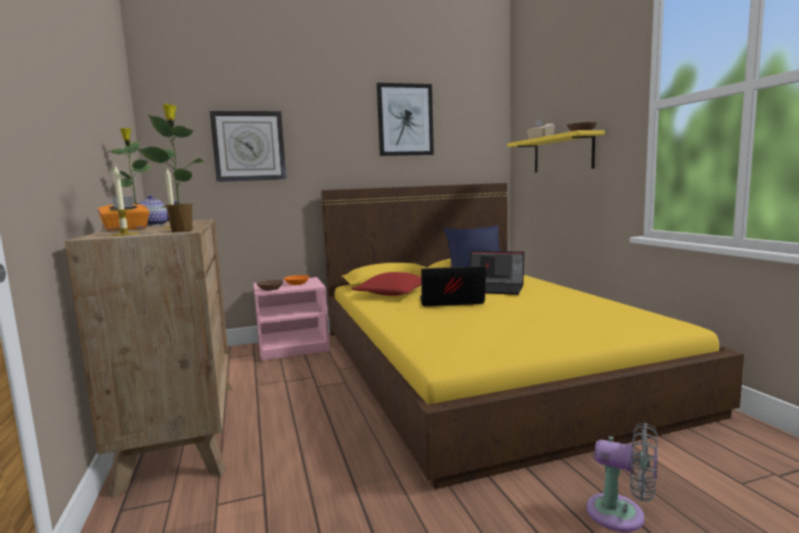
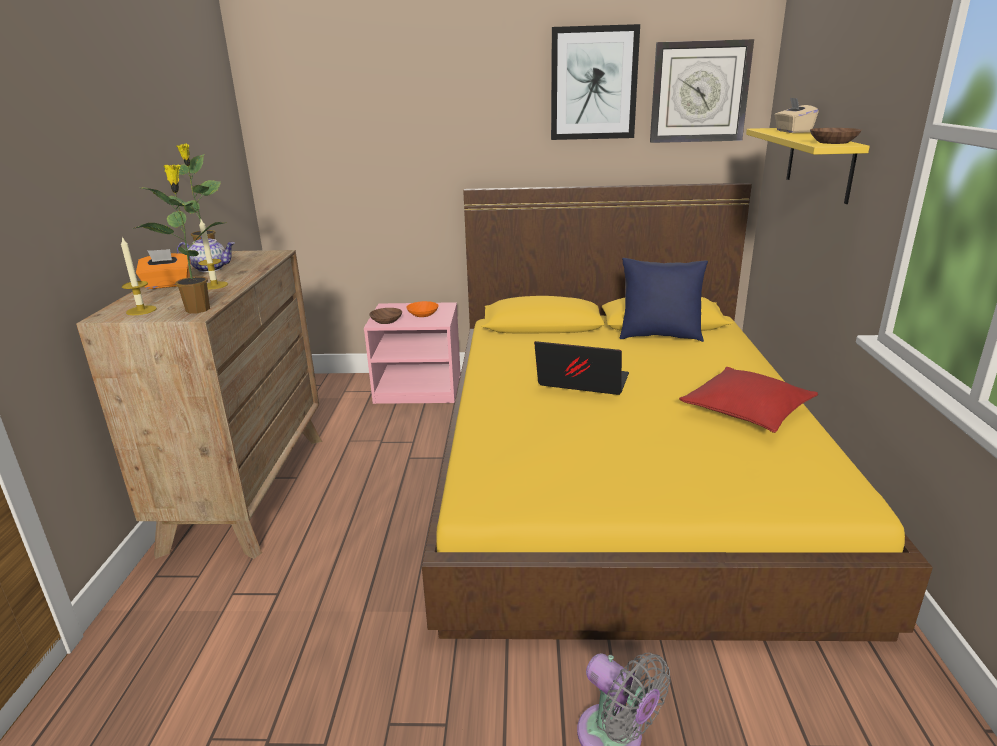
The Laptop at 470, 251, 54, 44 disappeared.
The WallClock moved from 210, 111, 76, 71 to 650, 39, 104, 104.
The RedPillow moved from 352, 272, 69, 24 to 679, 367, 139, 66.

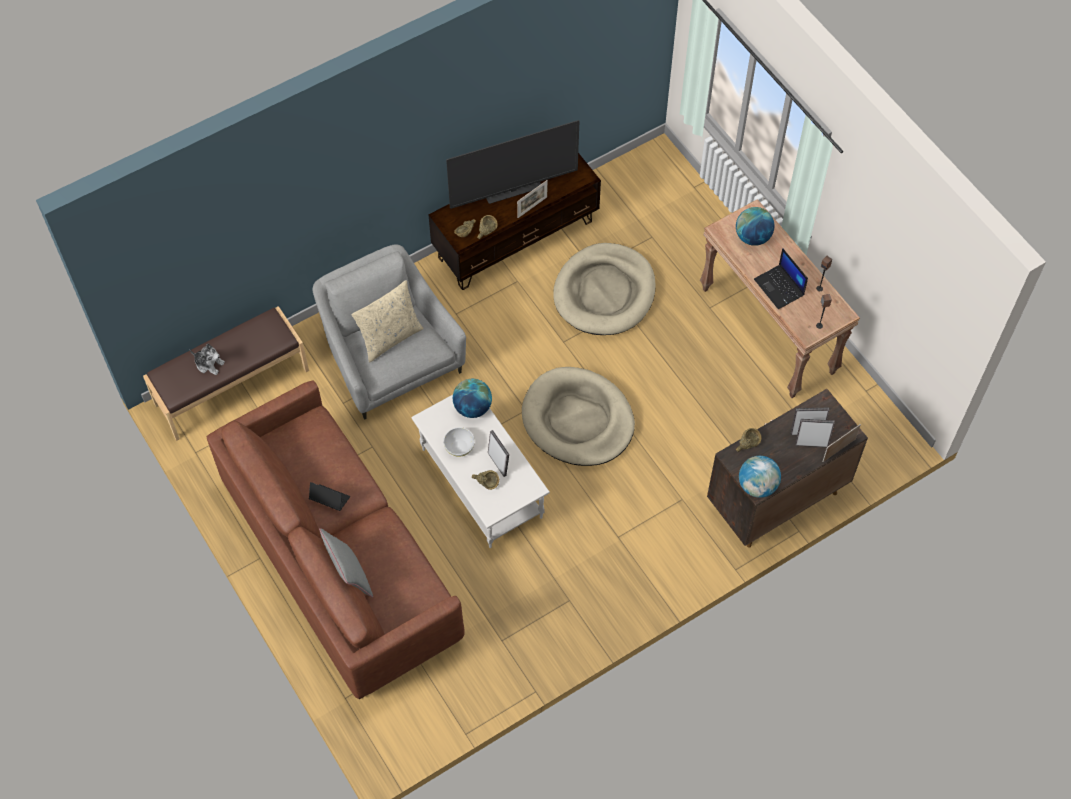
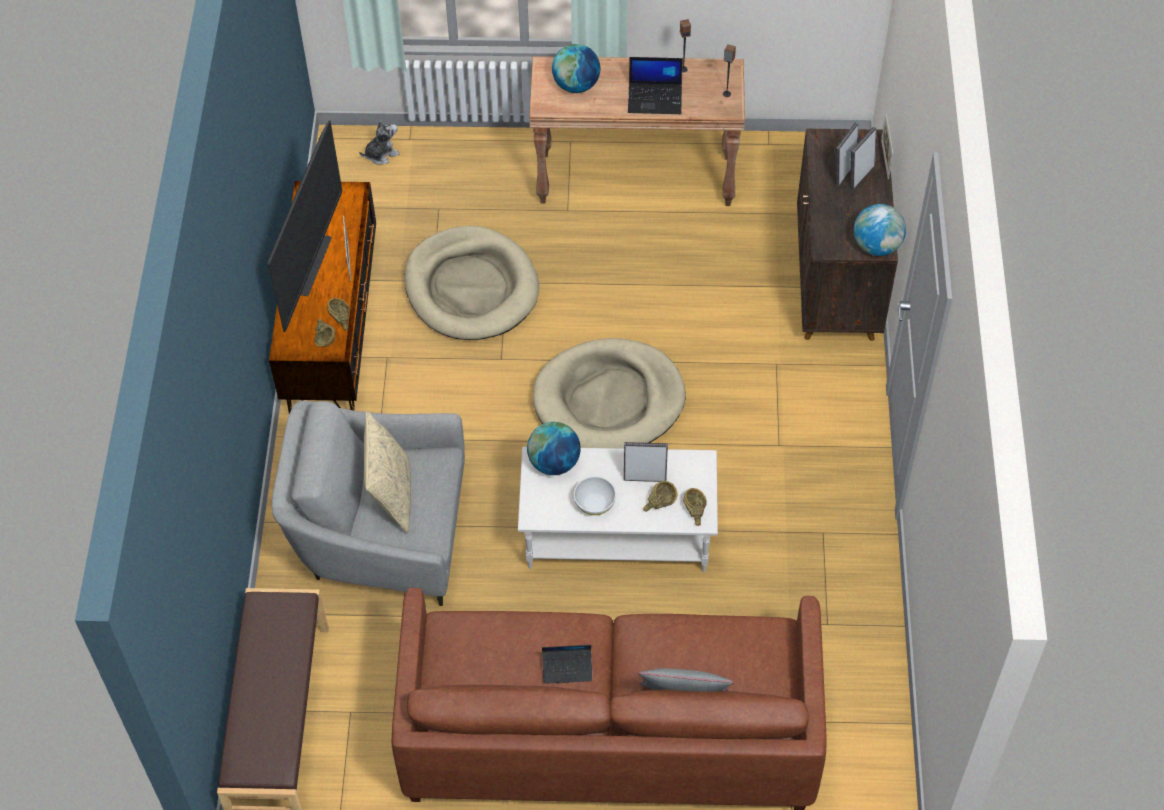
The PlushToy moved from 189, 344, 36, 31 to 359, 121, 41, 44.
The BrownBowl moved from 736, 428, 25, 24 to 683, 488, 24, 38.
The Laptop at 309, 482, 41, 29 turned 150 degrees counterclockwise.

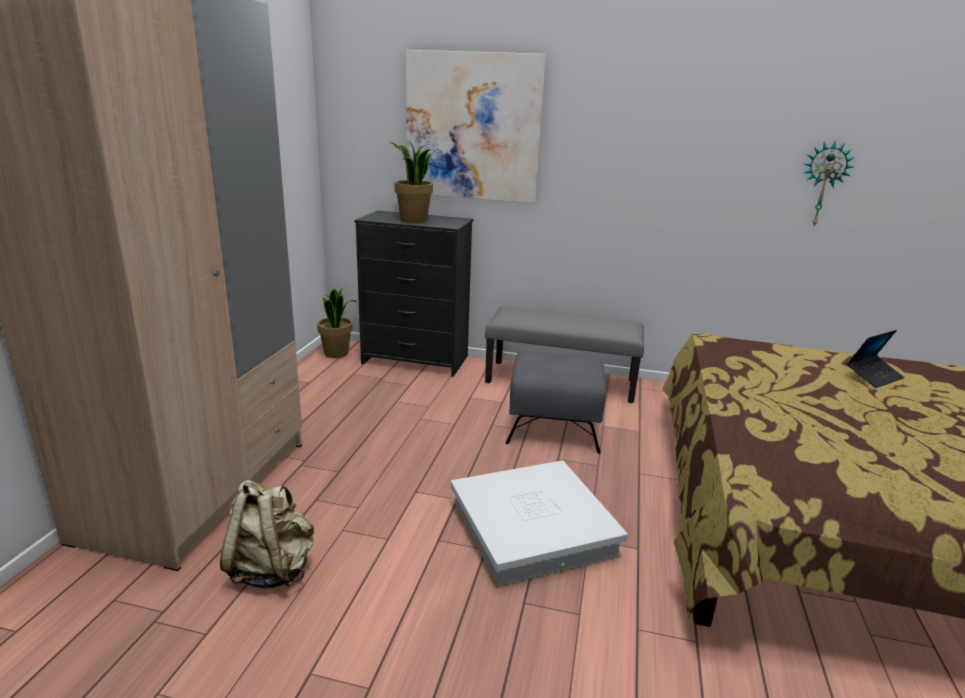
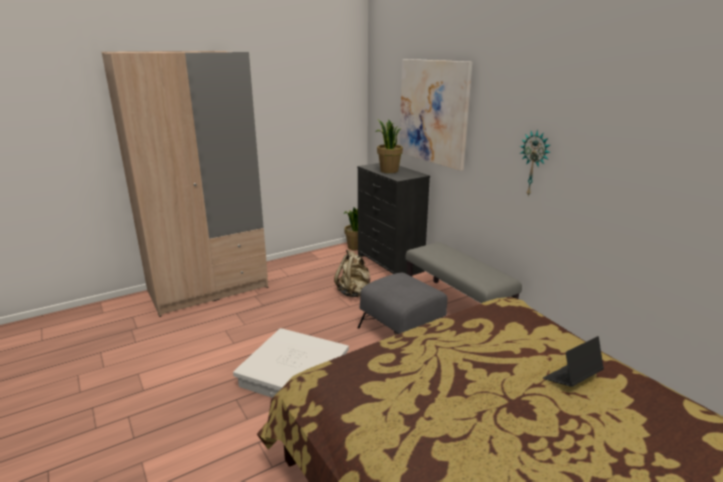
The BeigeBackpack moved from 220, 480, 94, 108 to 334, 249, 37, 48.
The WallClock moved from 804, 141, 51, 85 to 520, 130, 31, 66.
The Laptop at 846, 330, 59, 58 turned 135 degrees clockwise.

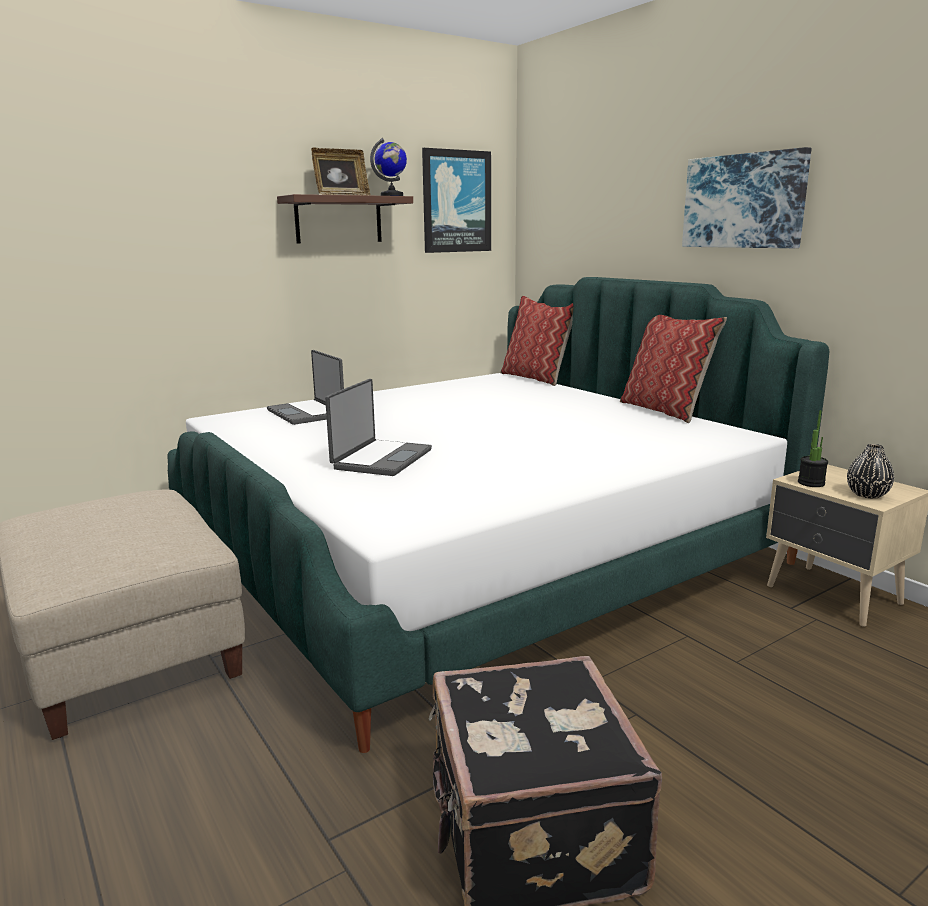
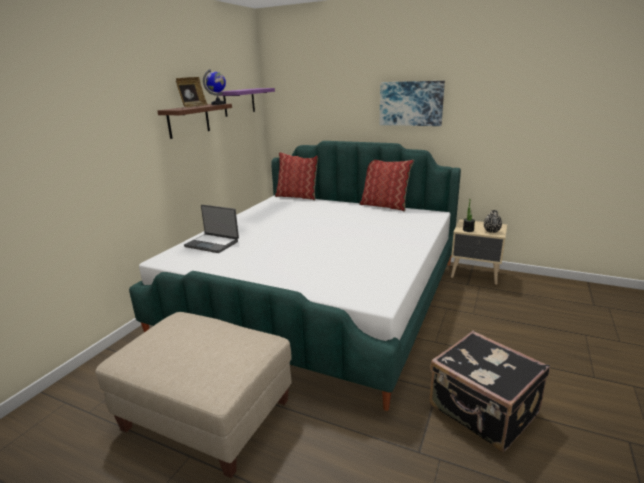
The Laptop at 325, 379, 107, 97 disappeared.
The Picture at 422, 148, 69, 105 was replaced by the PurpleShelf at 217, 88, 58, 29.

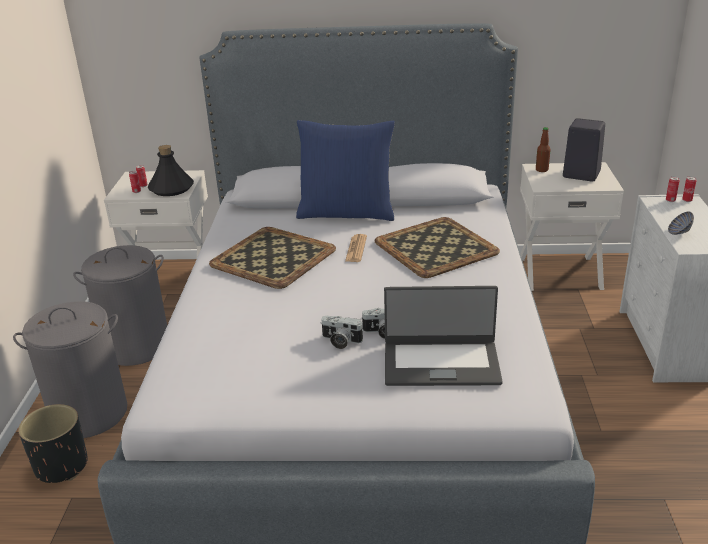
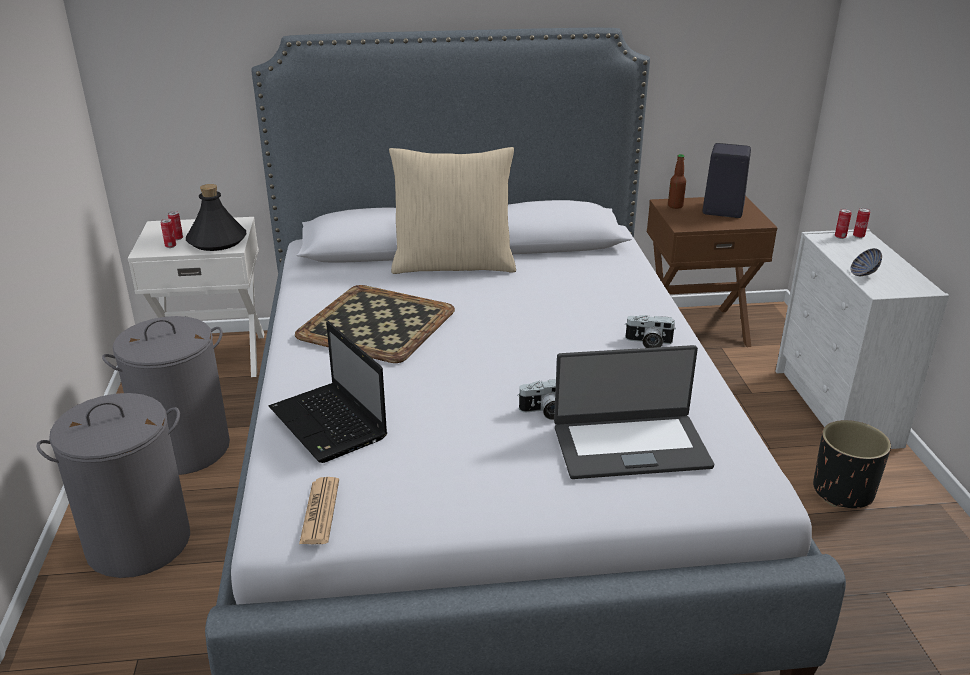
The Tray at 375, 217, 125, 61 disappeared.
The Laptop at 269, 321, 118, 142 appeared.
The BlackPlanter moved from 18, 404, 70, 79 to 813, 420, 78, 88.
The PhotoCamera moved from 321, 316, 42, 33 to 625, 315, 50, 33.
The Newspaper moved from 345, 234, 22, 28 to 299, 477, 40, 67.
The BluePillow at 296, 120, 99, 101 became the BeigePillow at 389, 147, 127, 127.
The WhiteNightstand at 520, 162, 104, 129 became the BrownNightstand at 647, 195, 131, 152.

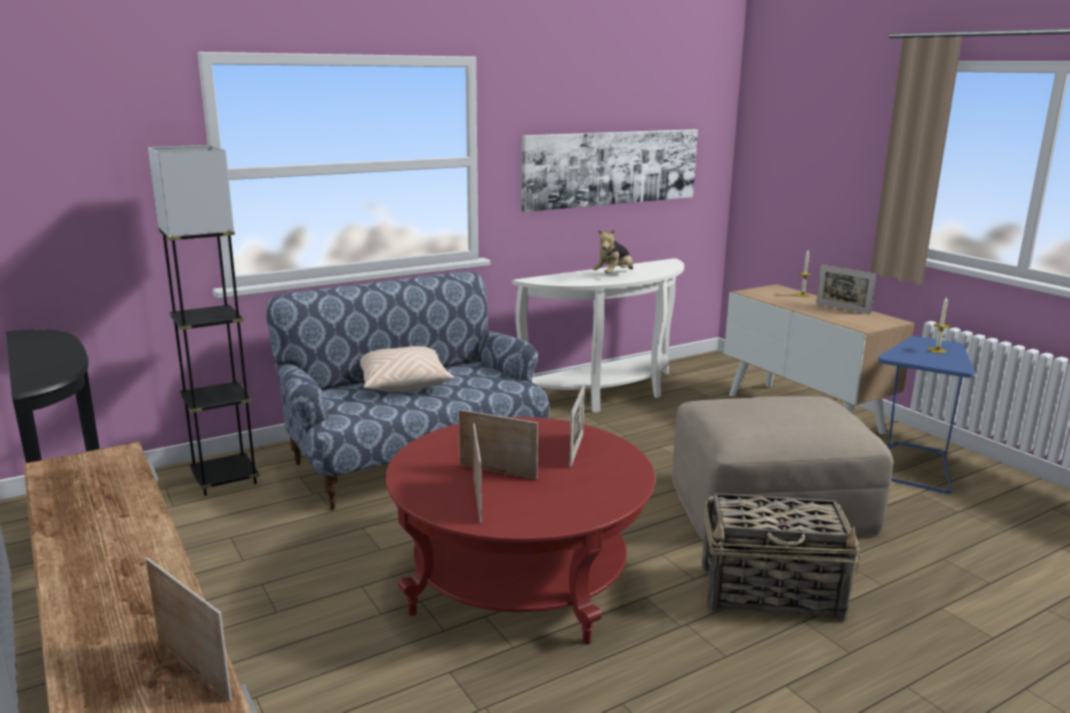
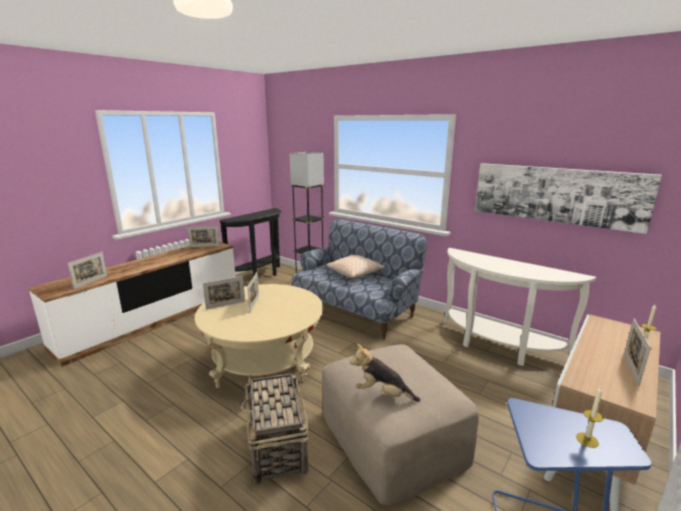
The PictureFrame moved from 569, 383, 16, 85 to 187, 226, 33, 21.
The PlushToy moved from 593, 229, 40, 45 to 350, 344, 70, 58.
The RedCoffeeTable at 386, 417, 269, 227 became the BeigeCoffeeTable at 194, 284, 129, 104.

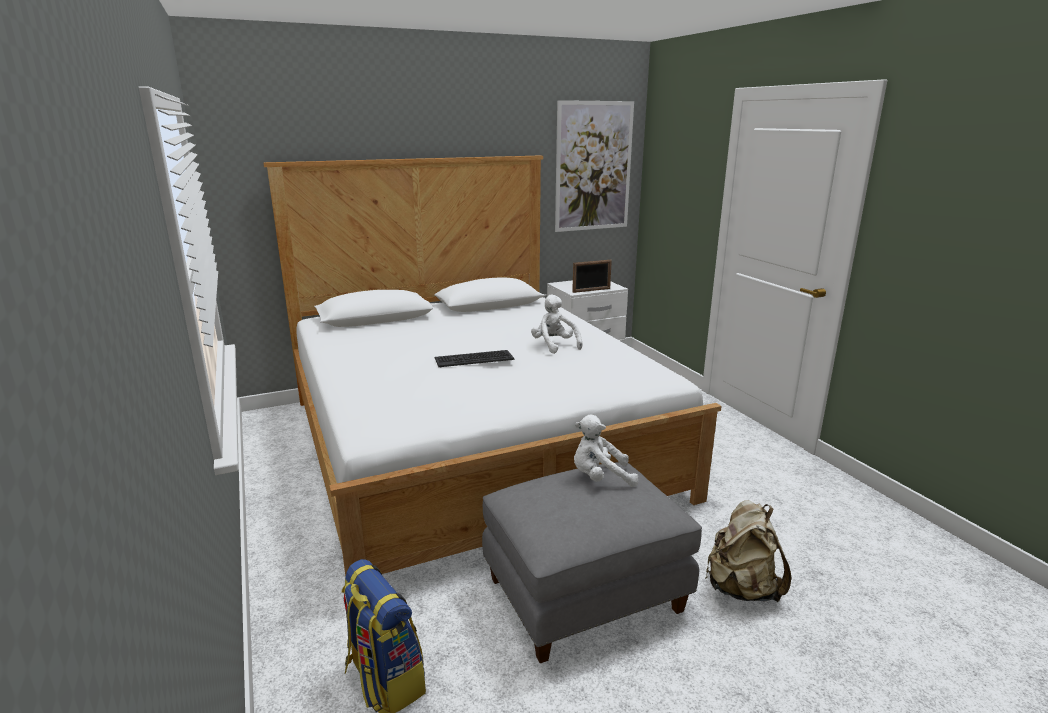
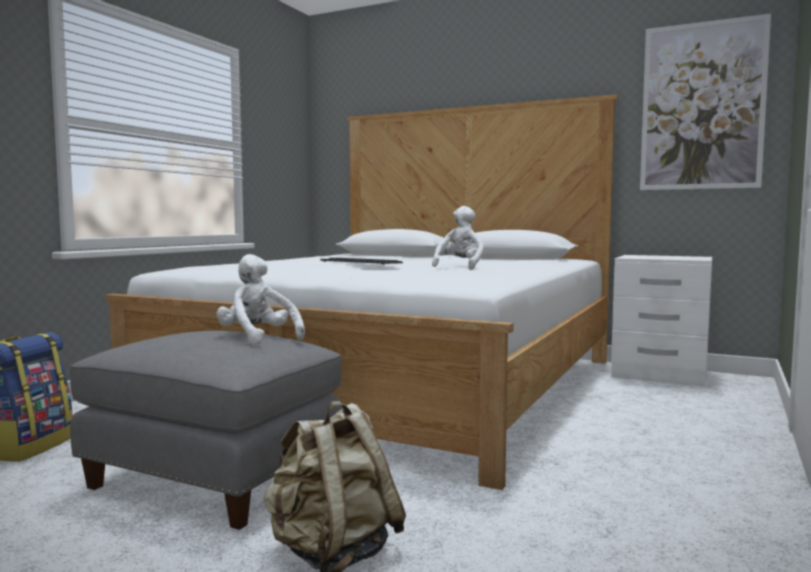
The PictureFrame at 572, 260, 40, 33 disappeared.

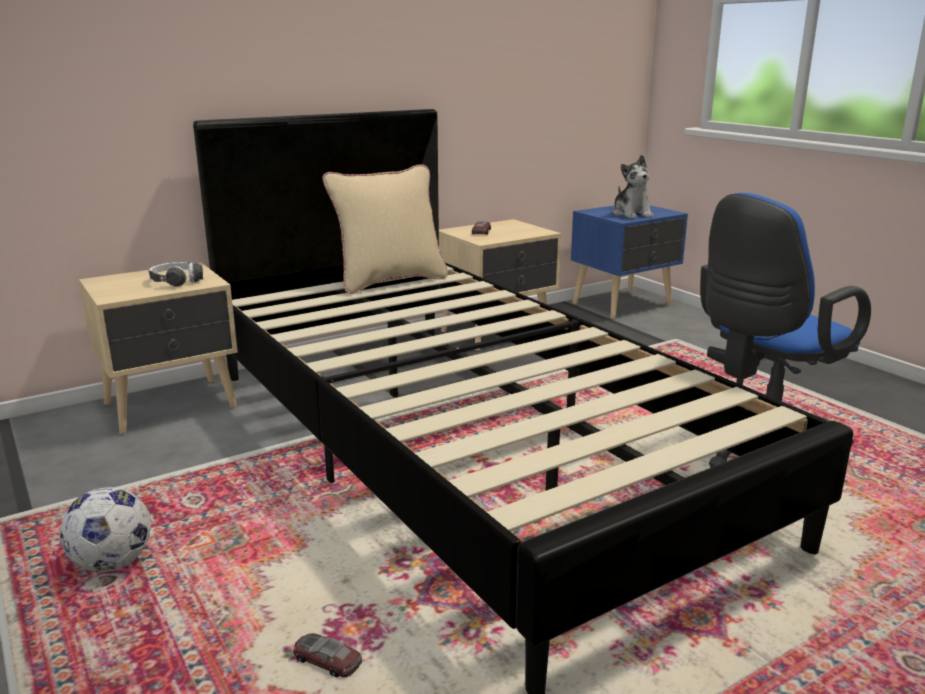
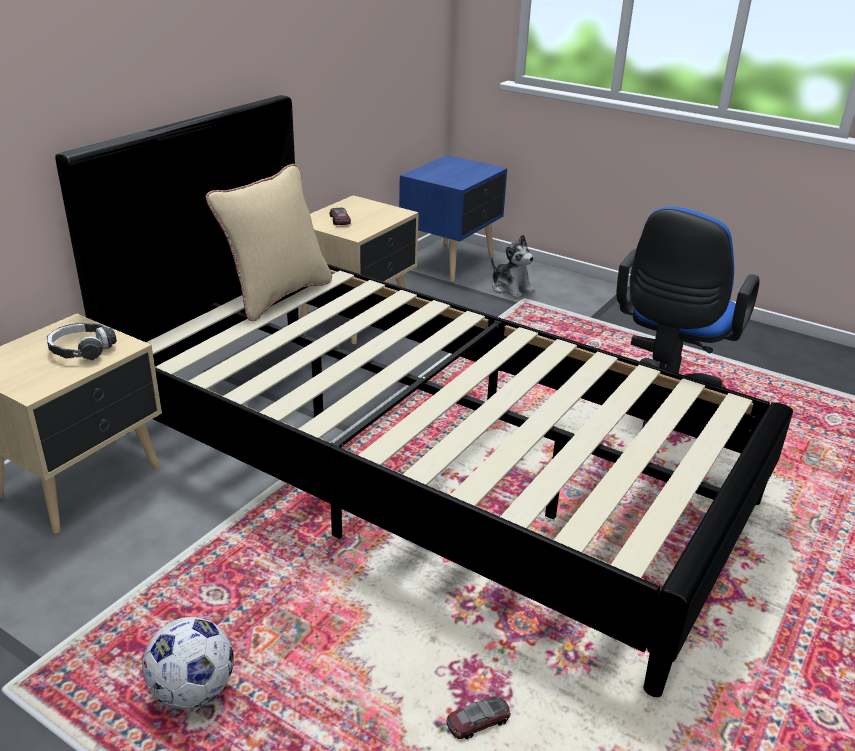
The PlushToy moved from 612, 155, 41, 64 to 491, 235, 44, 63.
The ToyCar at 293, 633, 69, 44 turned 150 degrees clockwise.

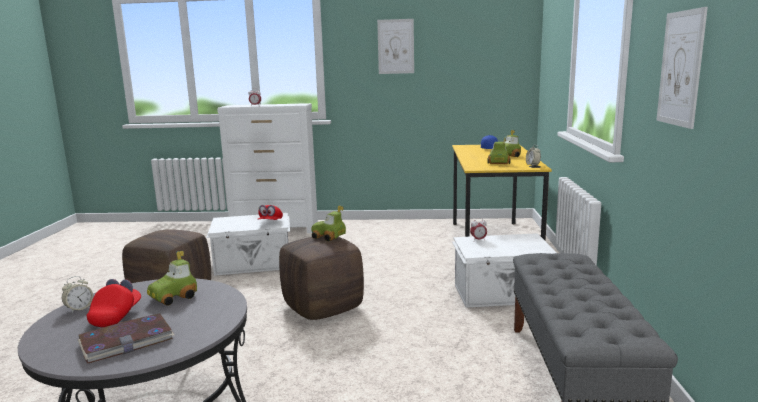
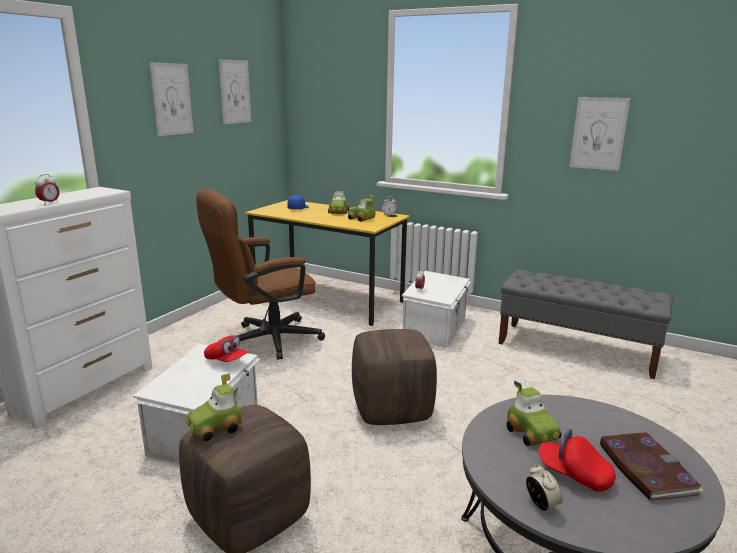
The BrownOfficeChair at 196, 189, 129, 171 appeared.
The Picture at 218, 59, 33, 65 appeared.
The ToyCar moved from 311, 206, 35, 35 to 186, 374, 56, 67.

